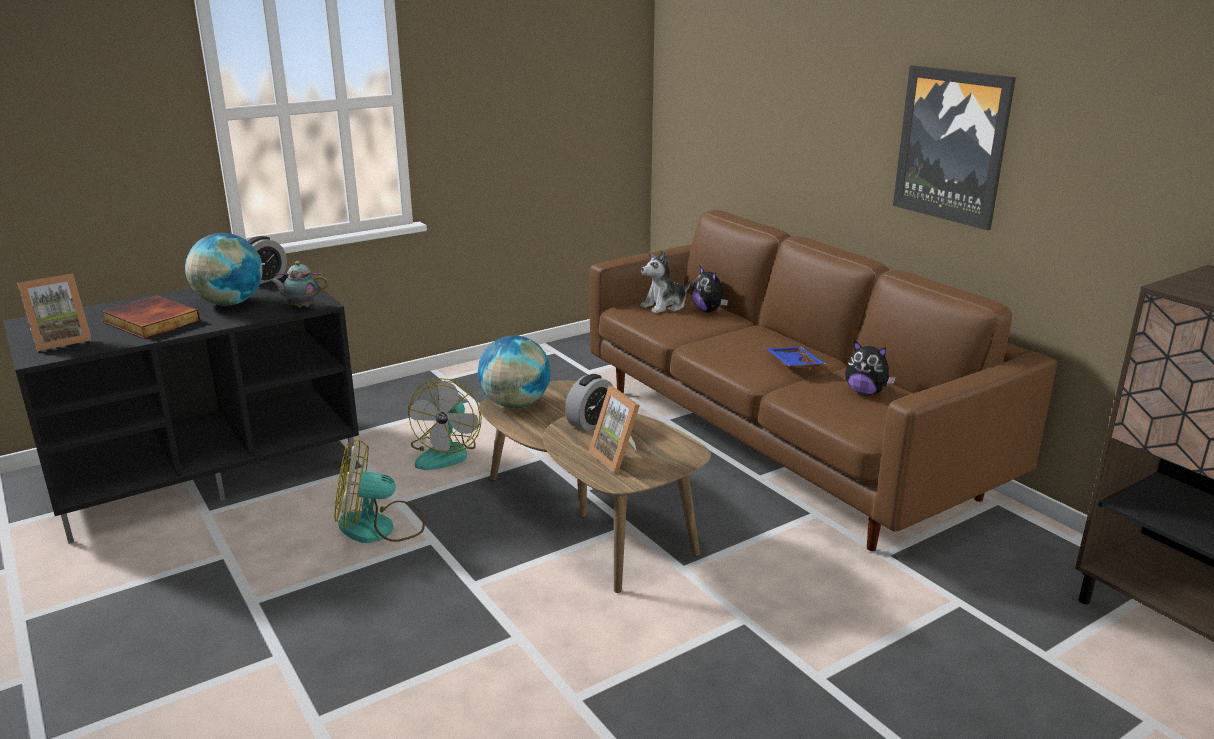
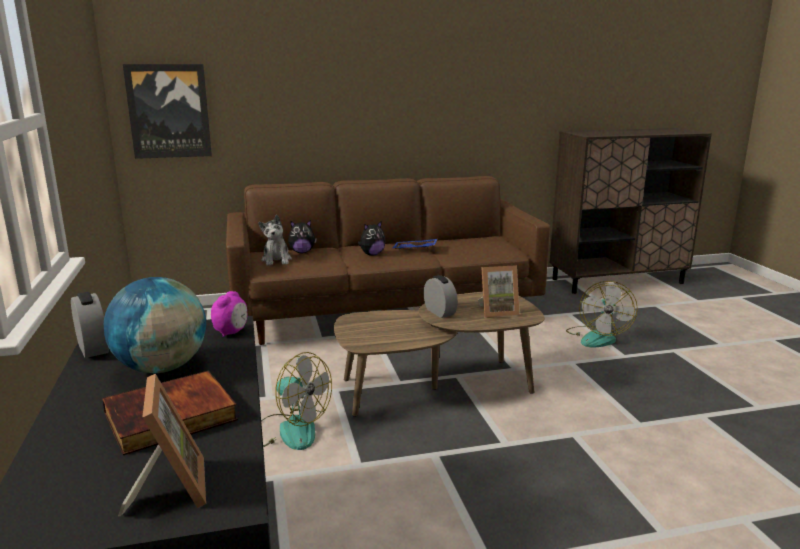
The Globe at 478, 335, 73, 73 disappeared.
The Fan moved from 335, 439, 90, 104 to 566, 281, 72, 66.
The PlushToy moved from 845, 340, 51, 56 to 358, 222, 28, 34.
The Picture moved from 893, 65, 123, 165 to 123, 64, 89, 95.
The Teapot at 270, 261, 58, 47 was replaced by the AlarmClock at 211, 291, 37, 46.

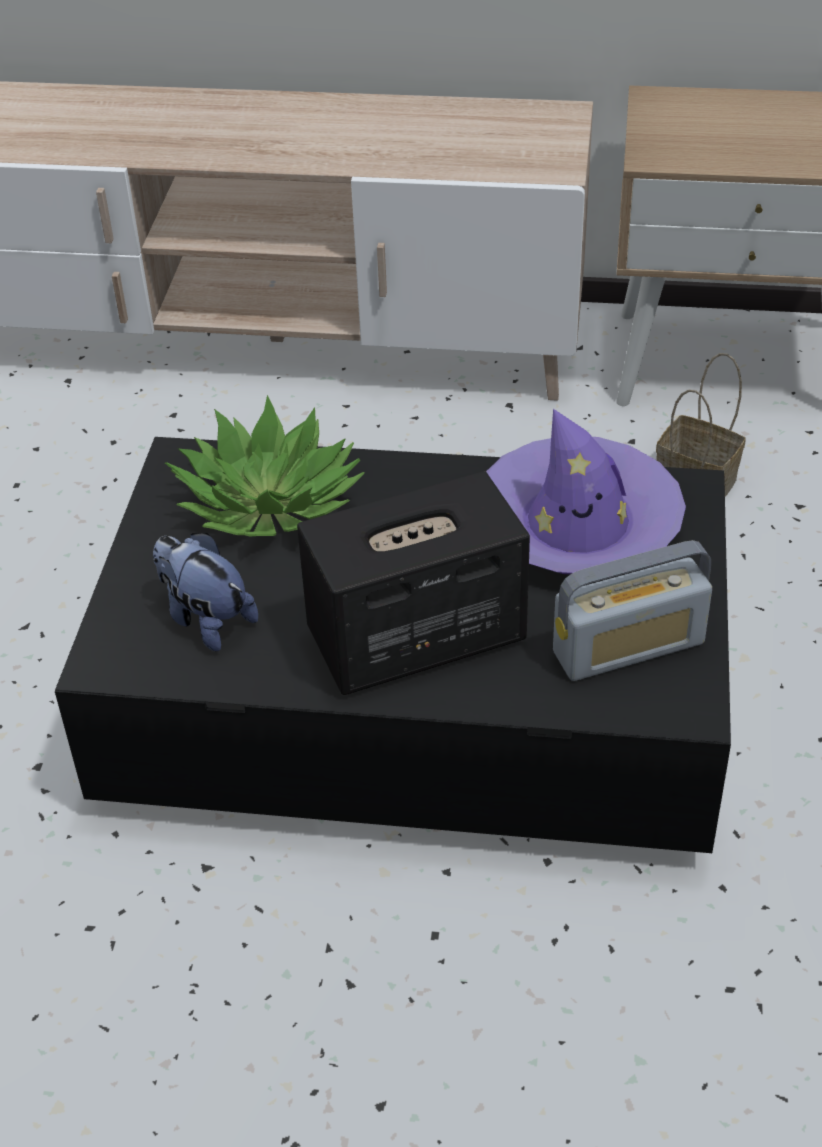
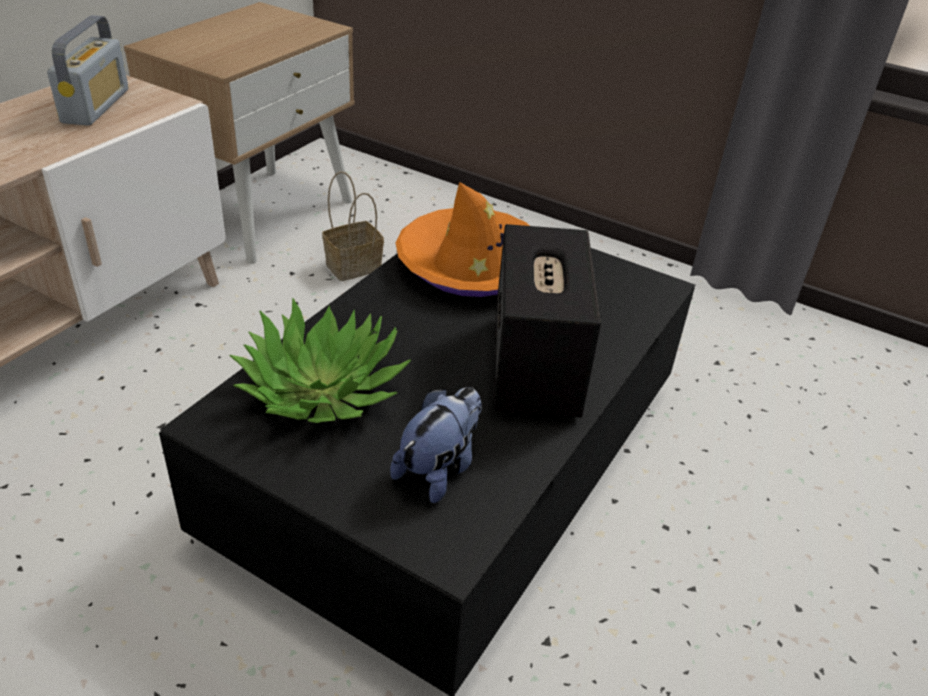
The Radio moved from 553, 540, 159, 141 to 47, 15, 82, 111.
The PurpleHat at 486, 409, 200, 165 became the OrangeHat at 396, 182, 134, 115.
The PlushToy at 153, 533, 105, 118 turned 150 degrees clockwise.

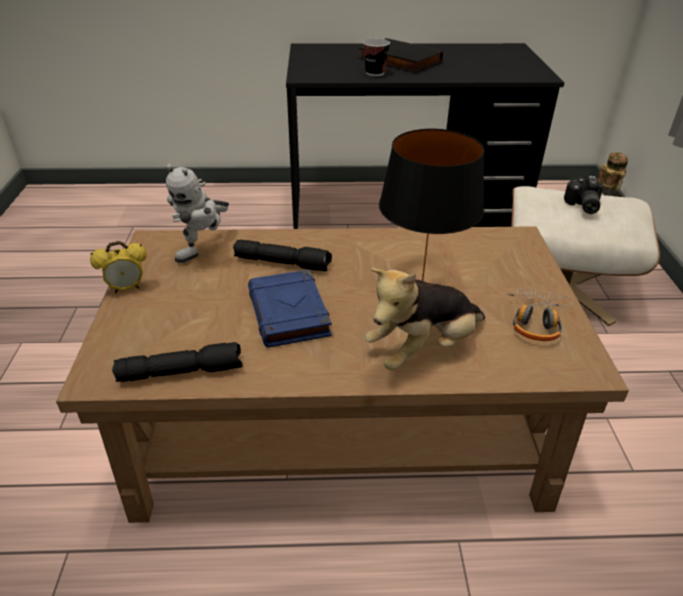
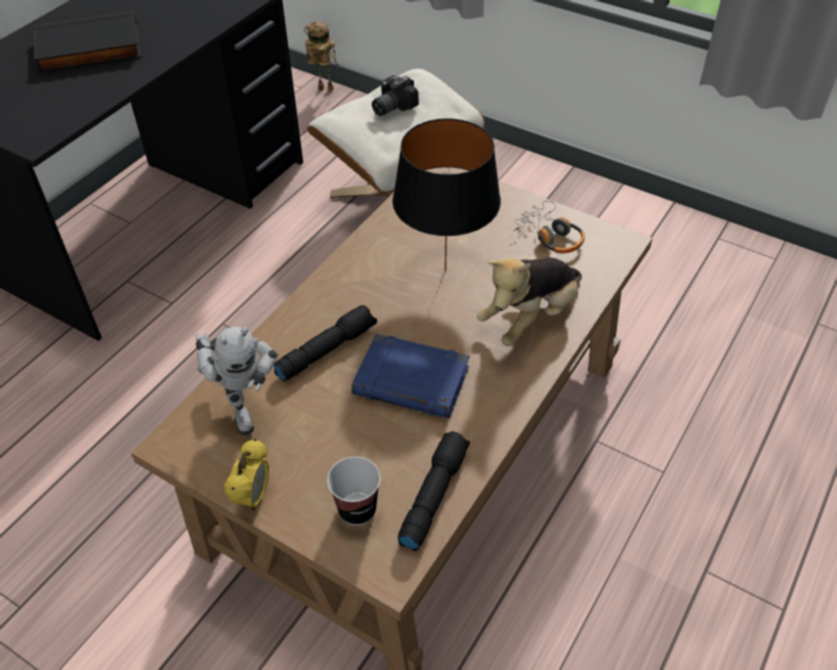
The Cup moved from 363, 39, 27, 37 to 327, 457, 54, 68.
The PlushToy at 365, 268, 120, 102 turned 45 degrees clockwise.
The PhotoCamera at 564, 176, 39, 38 turned 90 degrees clockwise.

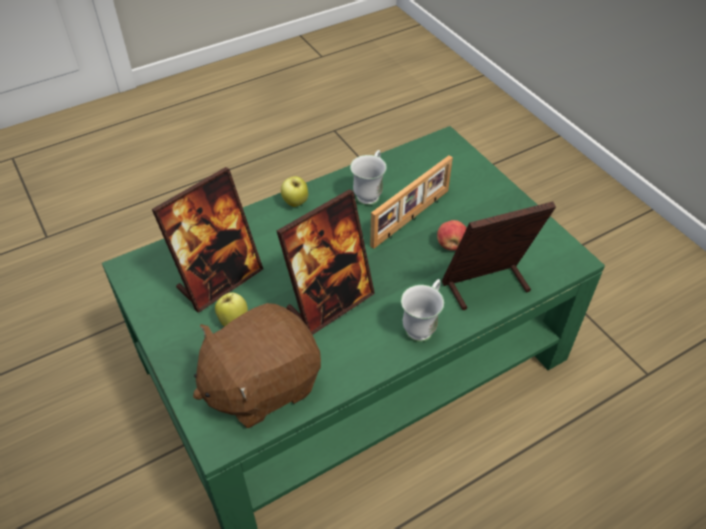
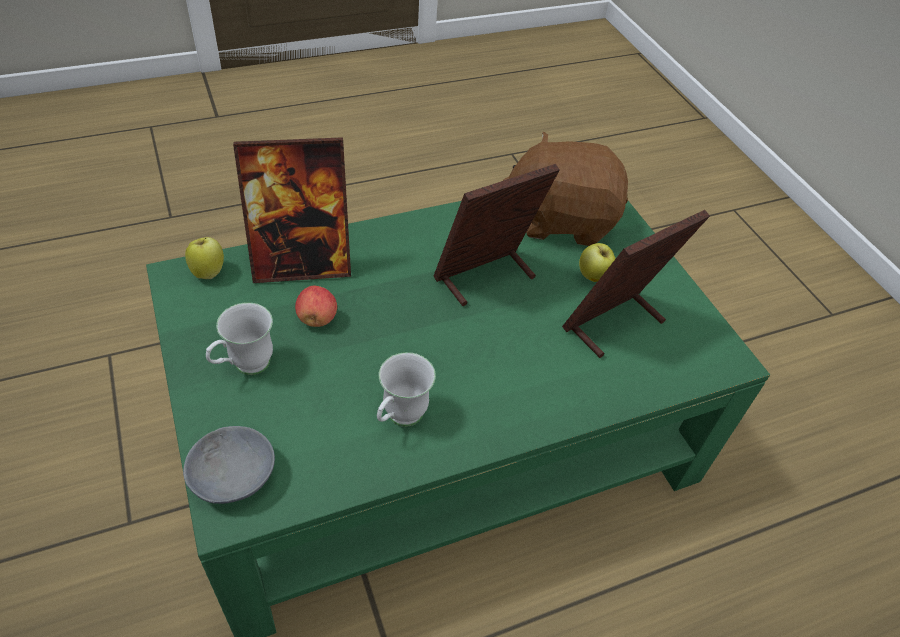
The PictureFrame at 370, 155, 83, 94 disappeared.
The GreyBowl at 183, 426, 92, 78 appeared.
The Apple moved from 281, 176, 27, 31 to 185, 237, 39, 42.
The WhiteMug moved from 401, 279, 43, 63 to 206, 302, 67, 73.
The BrownPlushToy at 193, 303, 128, 125 turned 150 degrees counterclockwise.

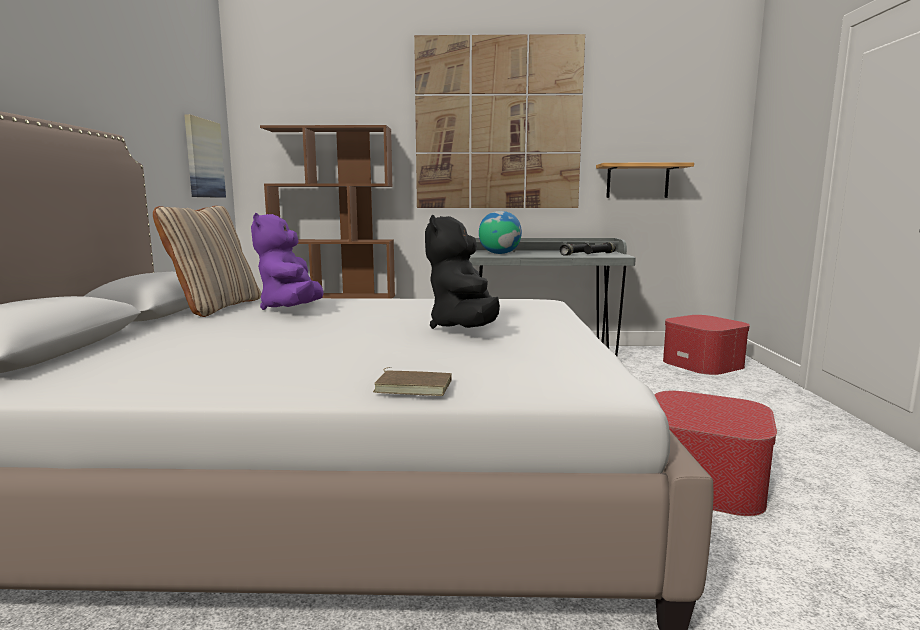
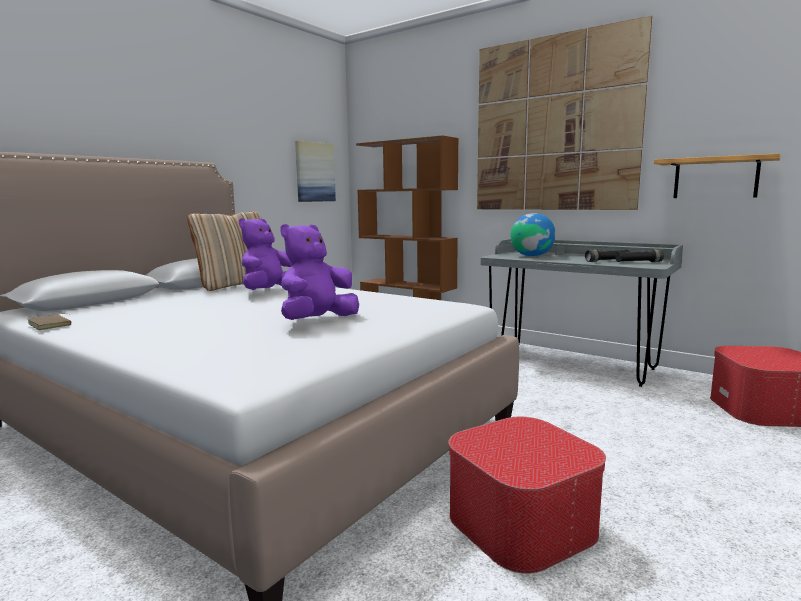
The BrownBook moved from 373, 367, 79, 29 to 28, 313, 43, 17.
The BlackPlushToy at 425, 215, 75, 114 became the PurplePlushToy at 280, 224, 79, 96.

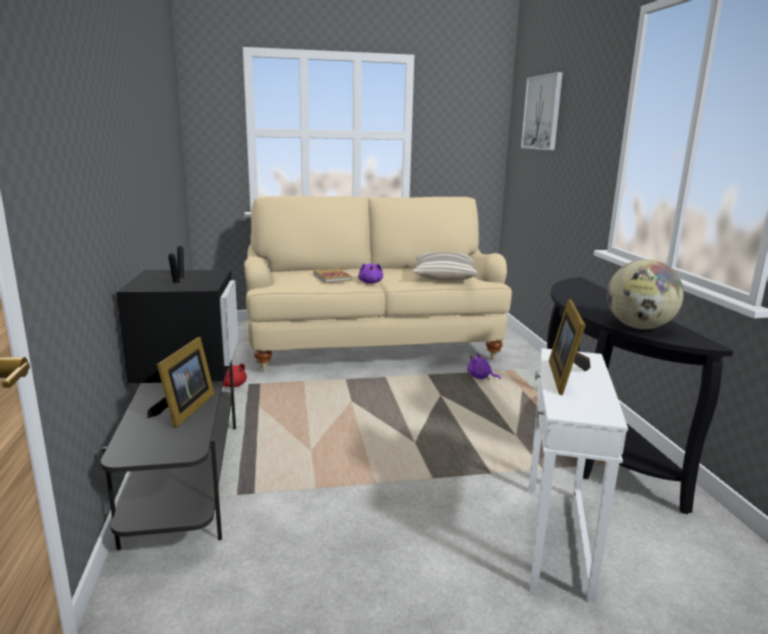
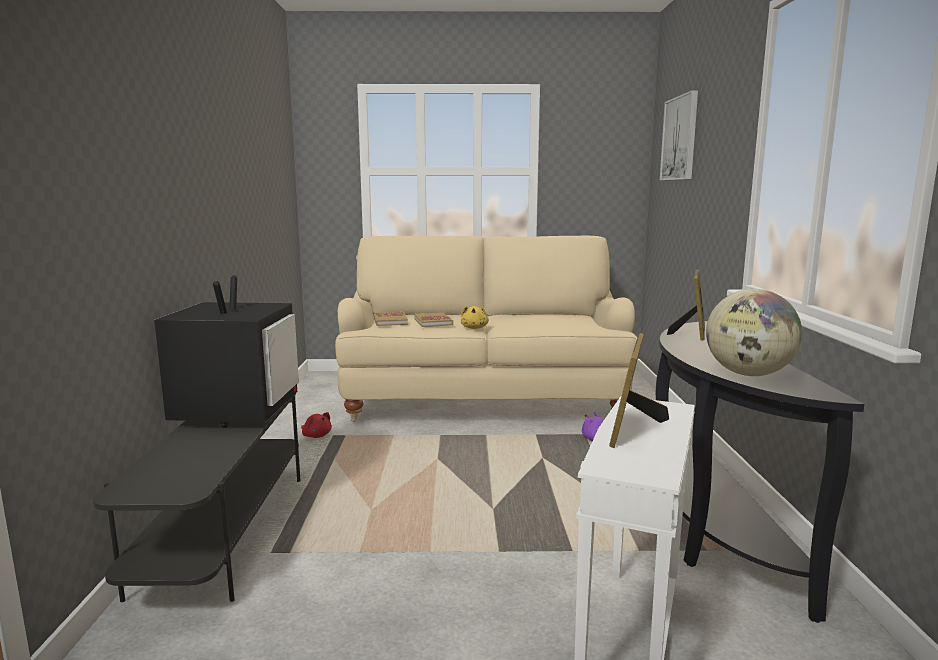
The Pillow at 412, 252, 66, 29 disappeared.
The Book at 374, 312, 34, 14 appeared.
The PictureFrame moved from 147, 337, 68, 91 to 667, 269, 38, 72.
The PurplePlushToy at 358, 263, 25, 21 became the YellowPlushToy at 461, 306, 28, 23.

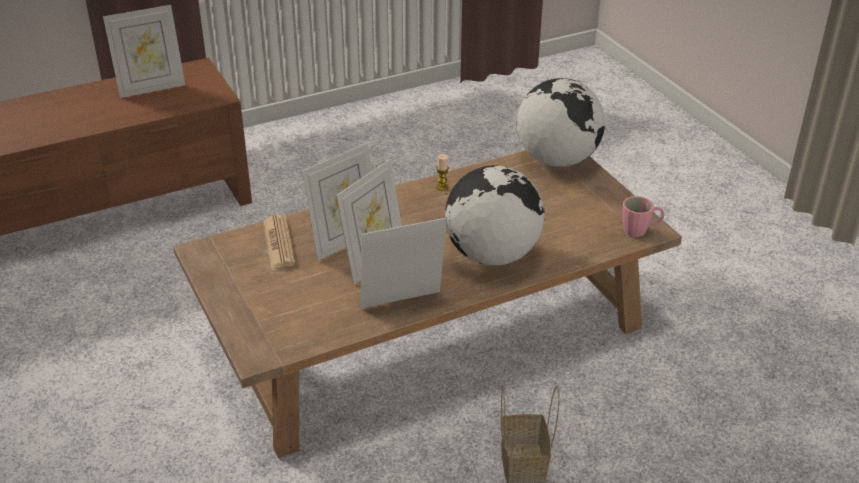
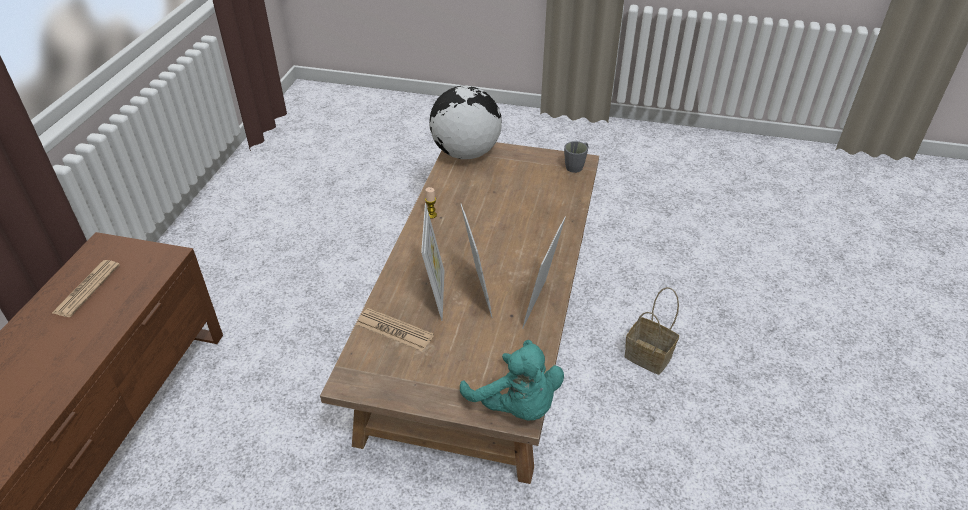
The Globe at 445, 165, 100, 100 disappeared.
The TurquoisePlushToy at 460, 340, 104, 81 appeared.
The PictureFrame at 103, 5, 82, 93 was replaced by the Newspaper at 52, 260, 68, 57.
The PinkMug at 623, 196, 41, 41 became the GreyMug at 564, 141, 24, 32.

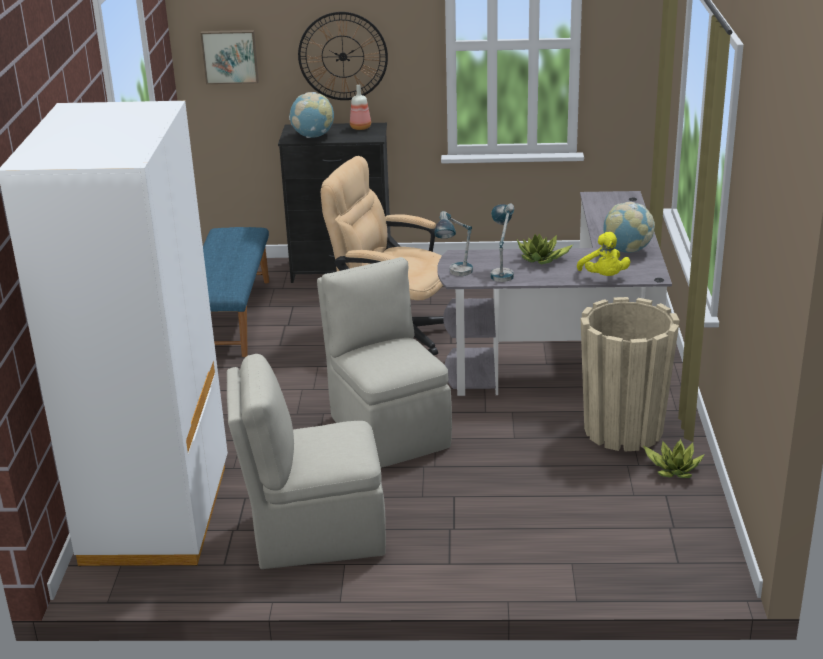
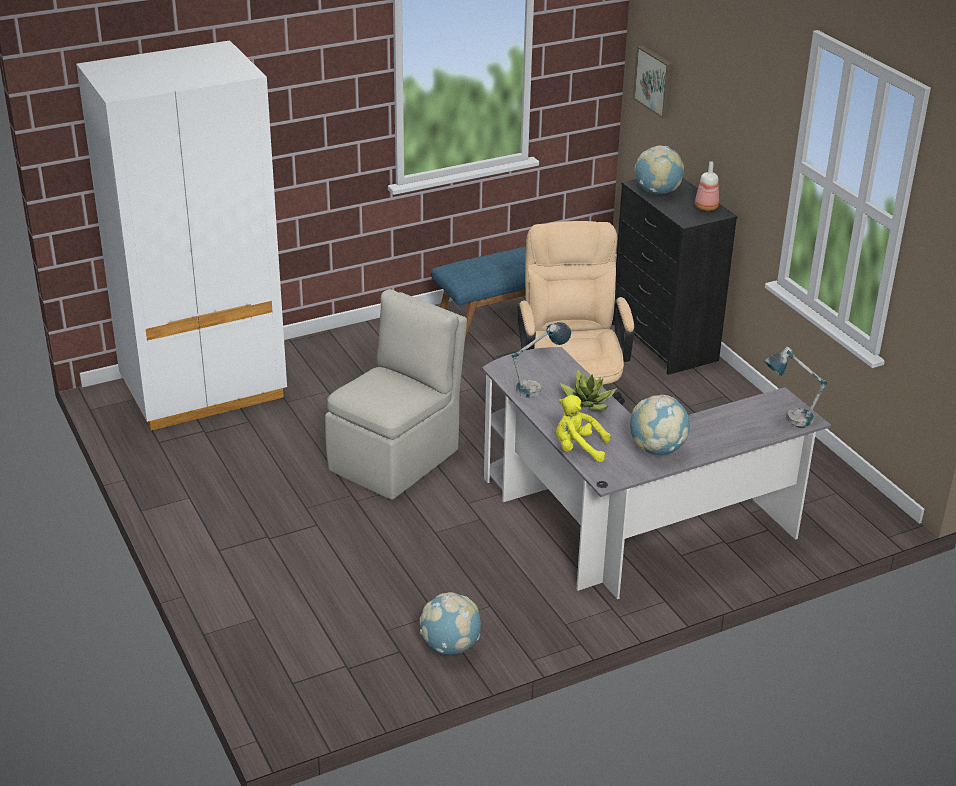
The BeigeChair at 227, 354, 159, 215 disappeared.
The WallClock at 298, 12, 90, 88 disappeared.
The BeigePlanter at 581, 297, 99, 155 disappeared.
The TableLamp moved from 434, 211, 39, 65 to 764, 347, 63, 80.
The PottedPlant at 643, 439, 62, 39 was replaced by the Globe at 420, 592, 61, 63.
The YellowPlushToy at 577, 232, 53, 44 turned 60 degrees clockwise.

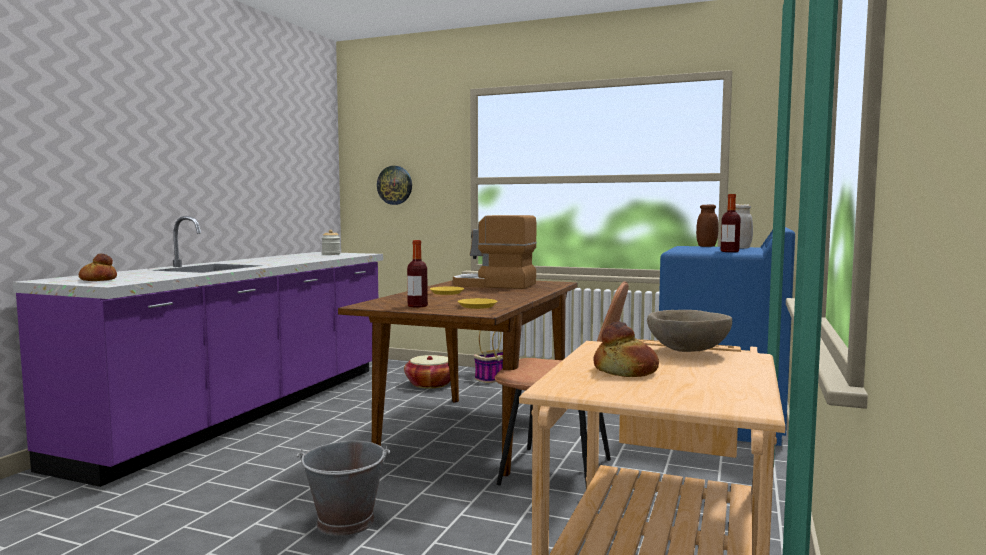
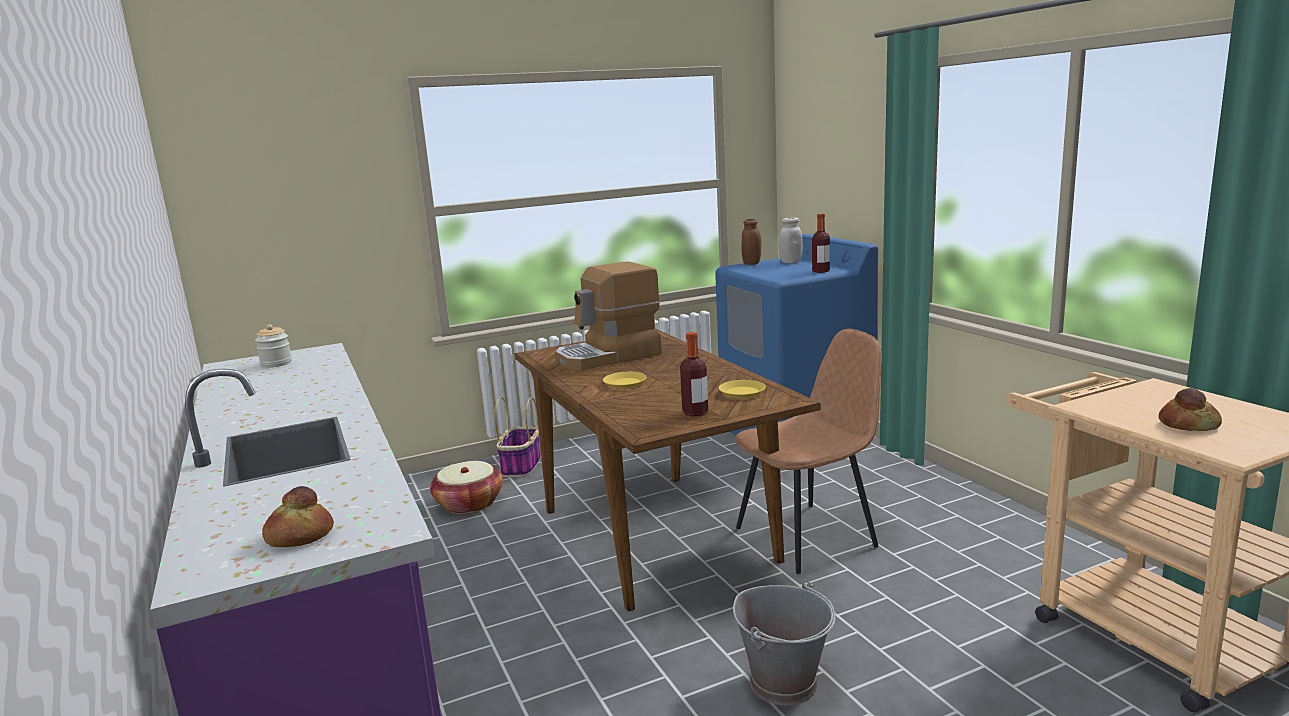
The WallClock at 377, 166, 35, 39 disappeared.
The BeigeBowl at 647, 310, 85, 42 disappeared.

